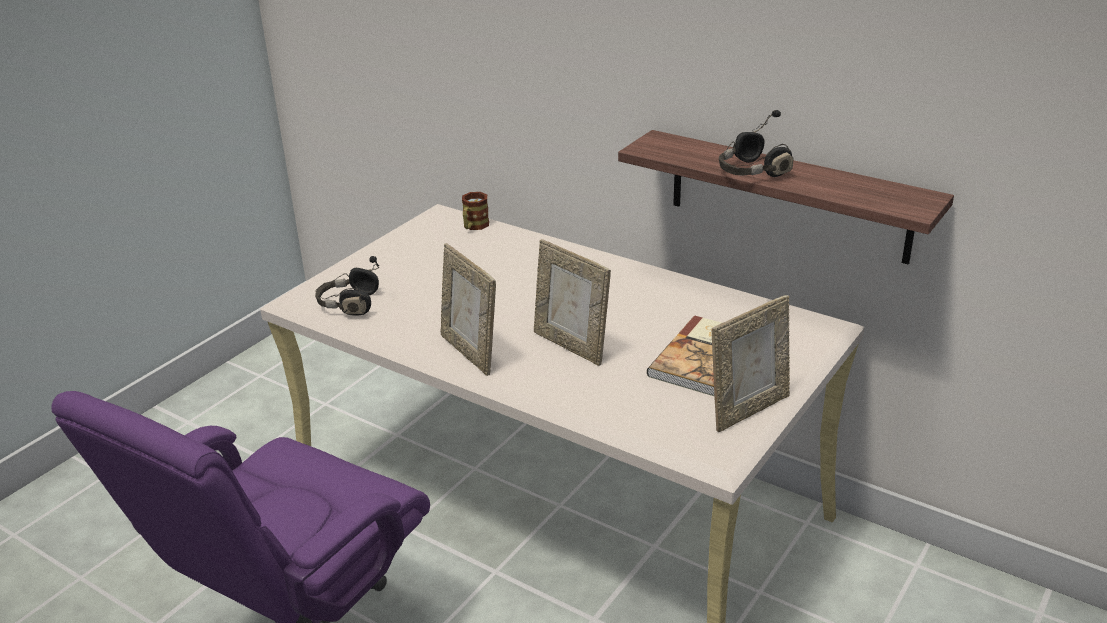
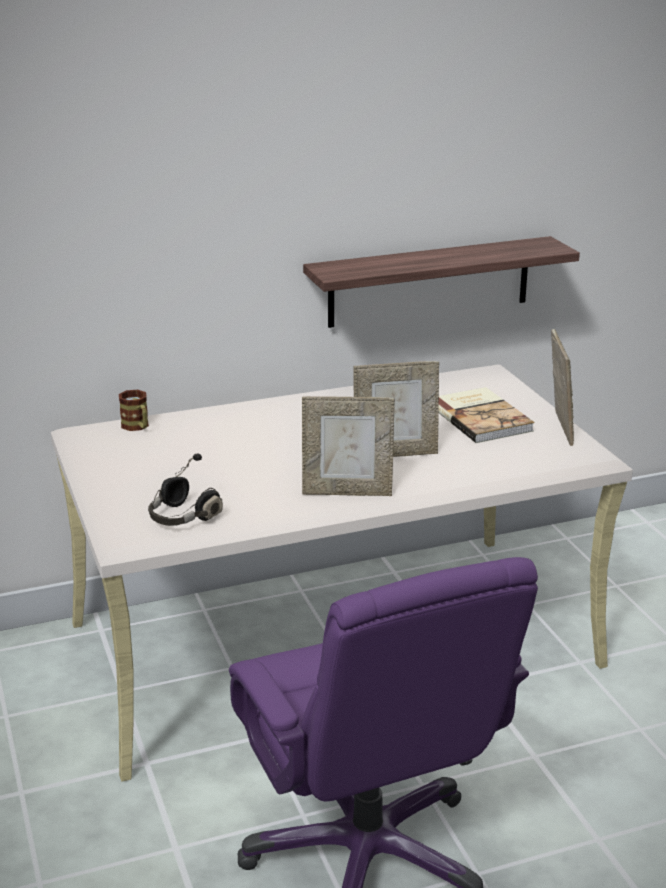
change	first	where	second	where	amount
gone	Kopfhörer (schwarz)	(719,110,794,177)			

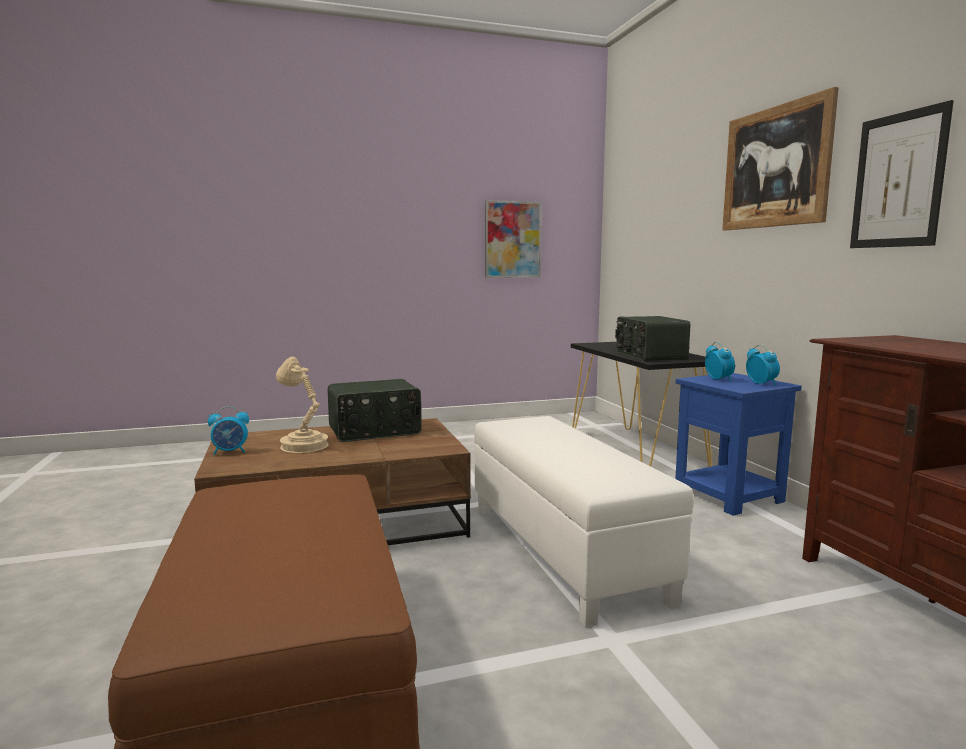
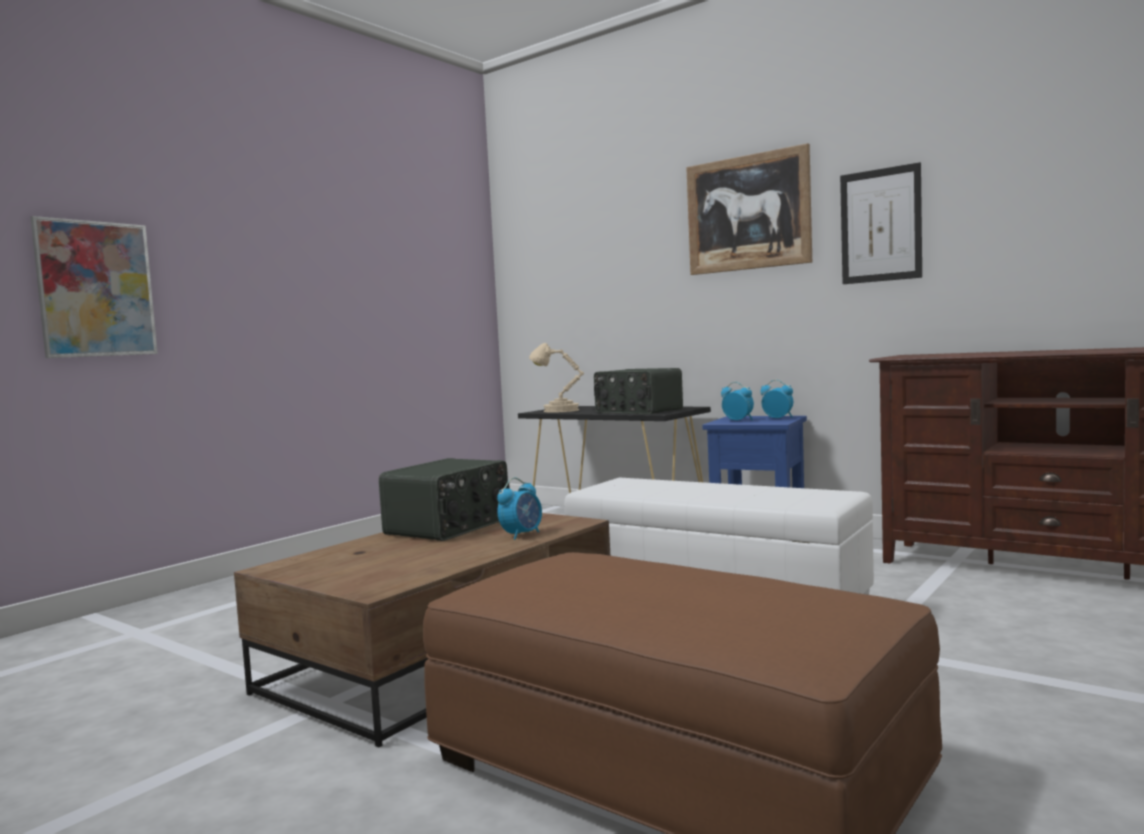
change	first	where	second	where	amount
shifted	Wecker	(208,406,249,455)		(497,477,542,540)	
shifted	Tischlampe (beige)	(276,357,328,453)		(529,343,584,413)	
shifted	Bild	(485,200,541,278)		(31,216,158,358)	

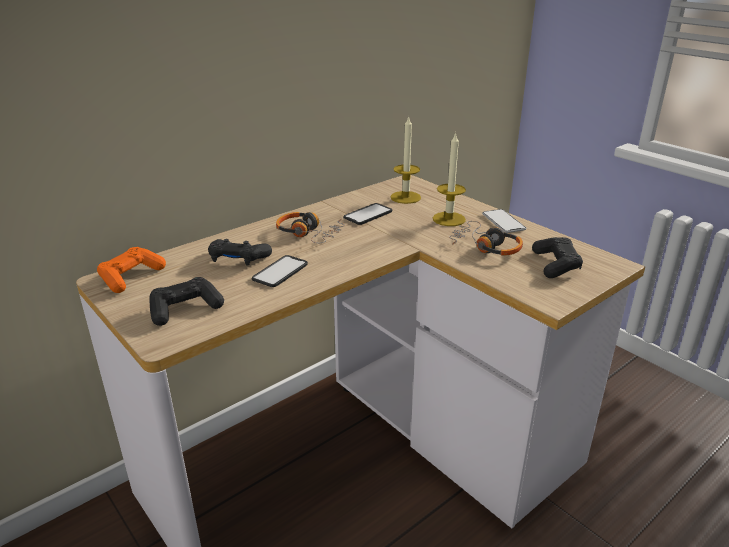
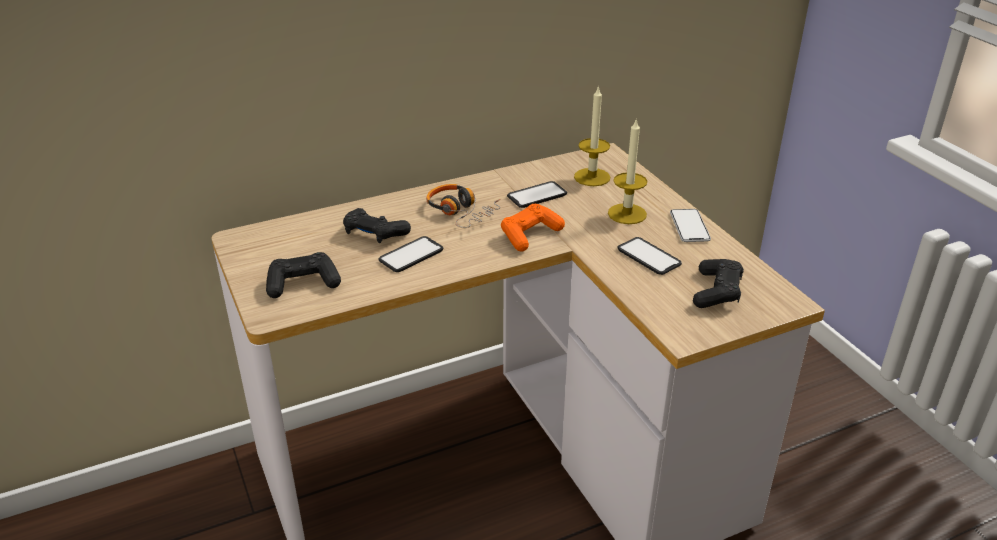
change	first	where	second	where	amount
shifted	Gamepad (orange)	(97,247,166,293)		(501,204,565,251)	
swapped	Kopfhörer	(449,221,523,255)	Handy	(617,237,682,275)	

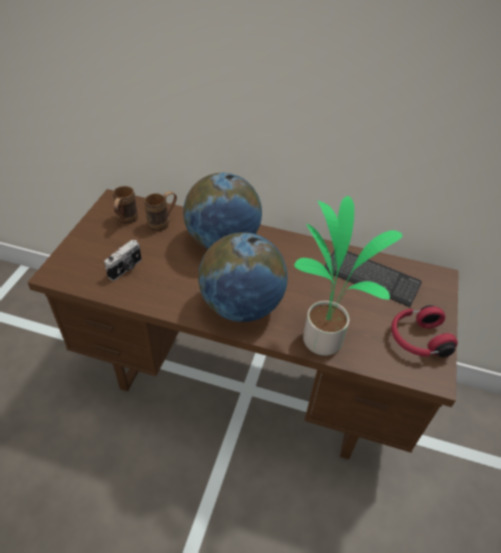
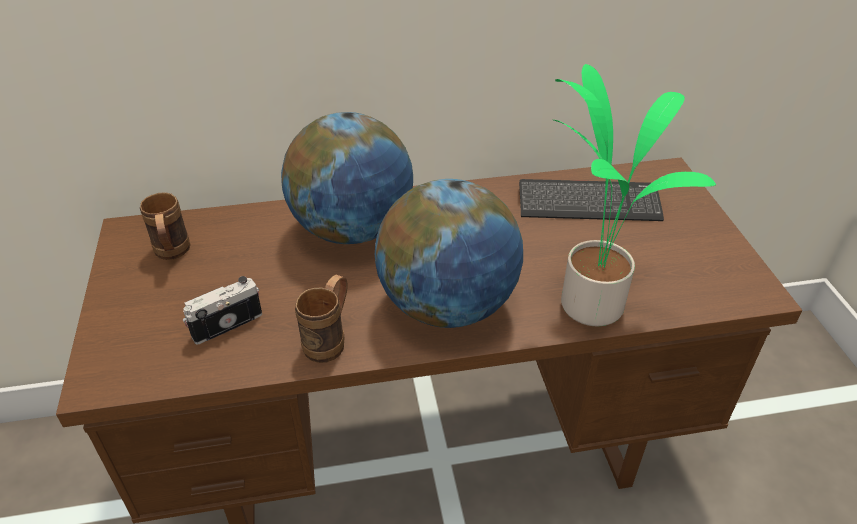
change	first	where	second	where	amount
gone	Kopfhörer (rot)	(391,305,458,357)			
shifted	Henkelbecher (braun)	(144,191,177,231)		(295,275,348,363)	
rotated	Kamera	(104,240,142,281)		(183,276,262,345)	135 degrees counterclockwise

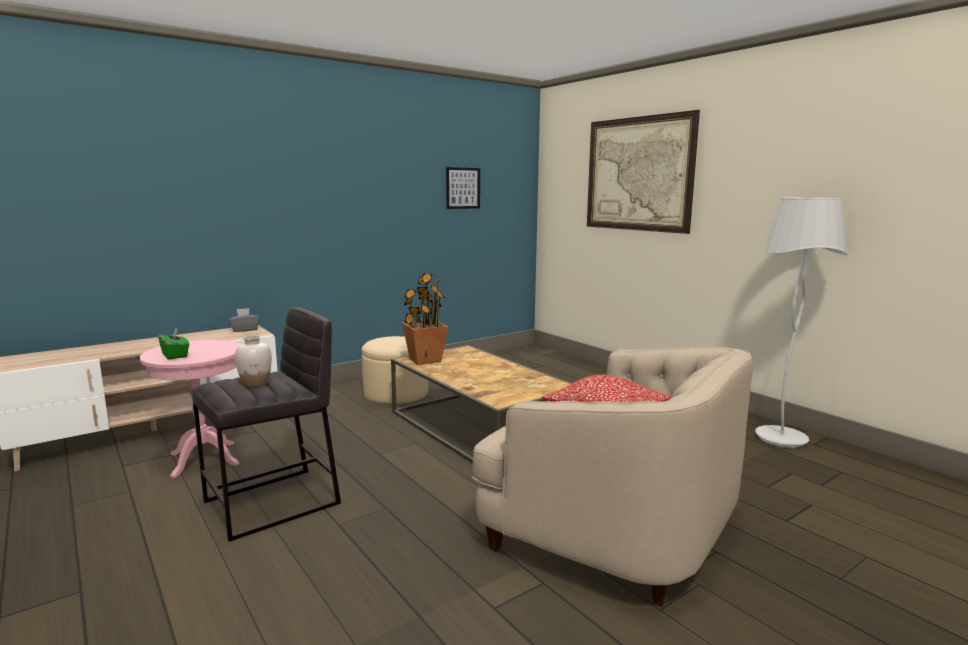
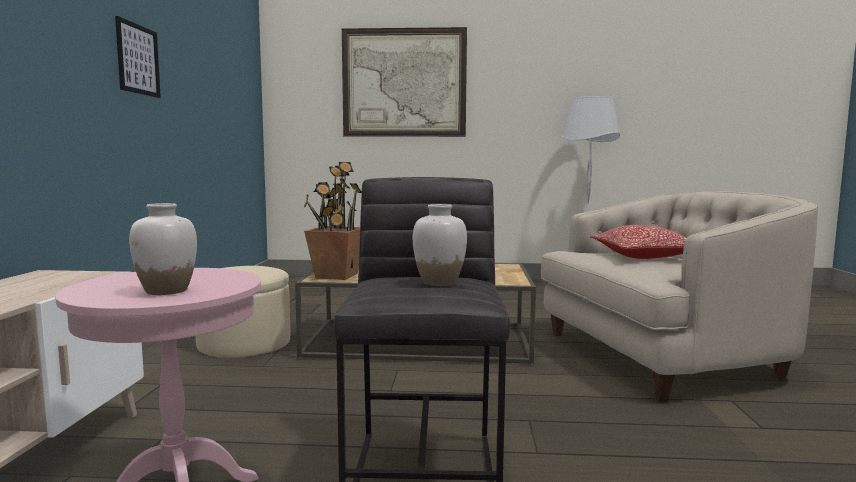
change	first	where	second	where	amount
gone	Taschentuchbox (grau)	(229,308,259,332)			
shifted	Bild	(446,167,480,209)		(115,16,161,98)	
swapped	Taschentuchbox (grün)	(158,327,189,360)	Vase (weiß)	(129,203,197,295)	

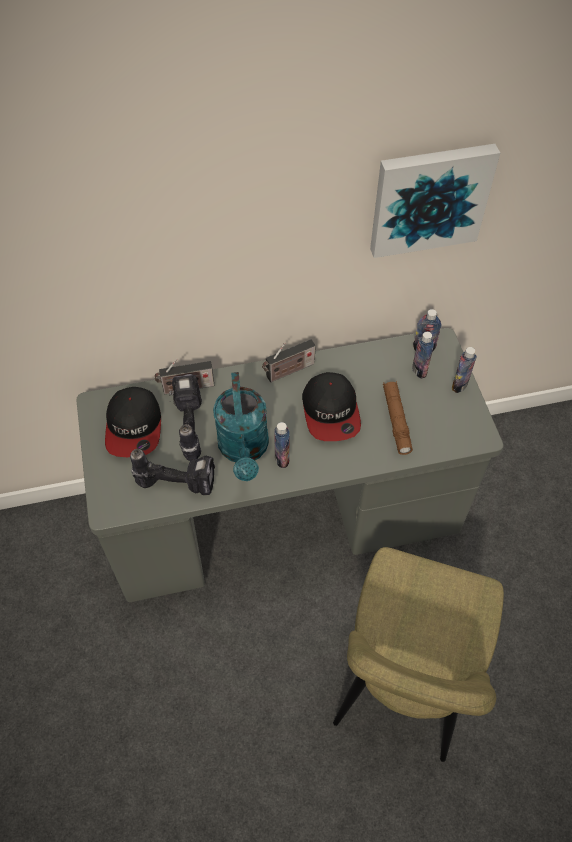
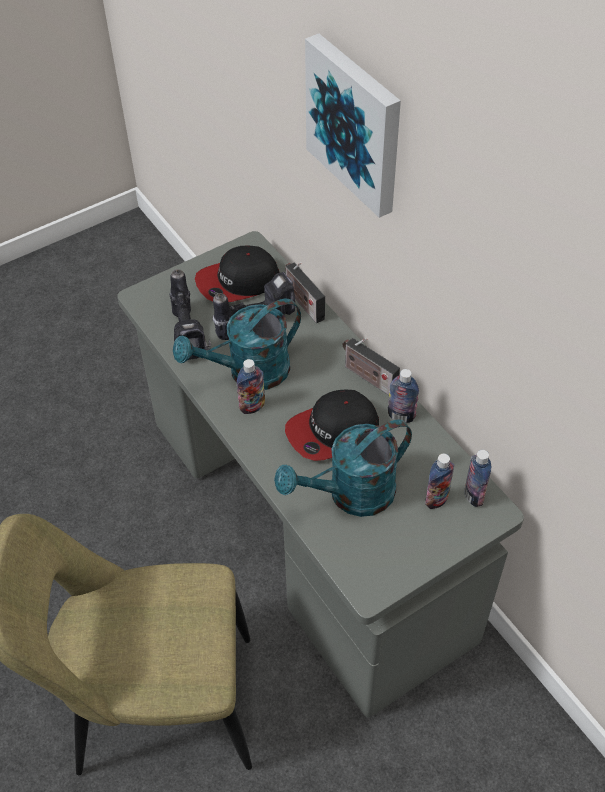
change	first	where	second	where	amount
shifted	Bild	(370,144,500,258)		(305,34,401,218)	
shifted	Flasche	(452,347,477,393)		(388,369,419,423)	
swapped	Taschenlampe (braun)	(383,381,413,455)	Gießkanne (türkis)	(274,420,412,517)	

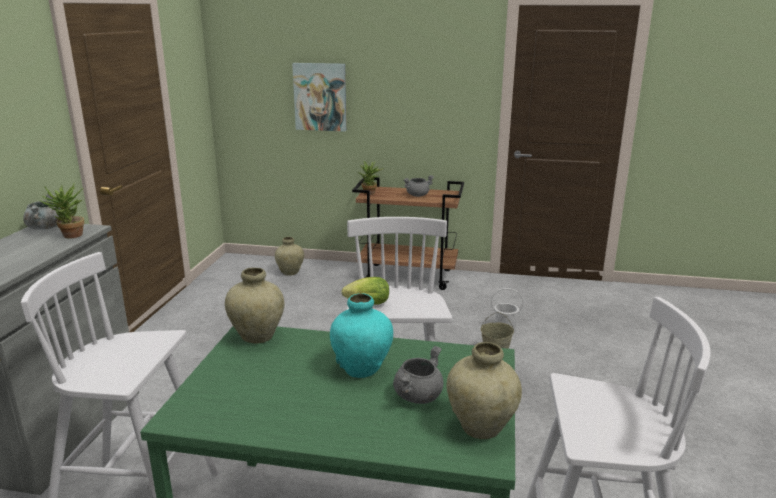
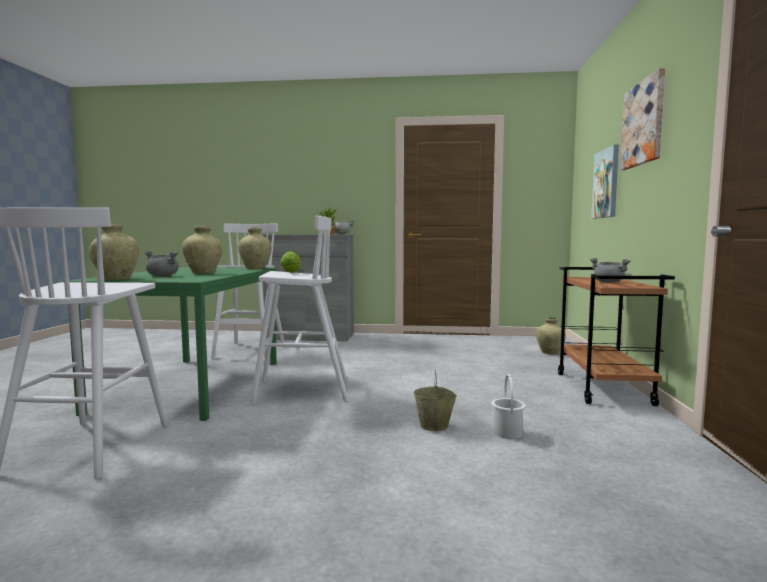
change	first	where	second	where	amount
gone	Topfpflanze	(358,161,384,195)			
new			Bild	(620,68,665,170)	
repainted	Vase (türkis)	(330,293,393,378)	Vase (beige)	(182,226,223,274)	

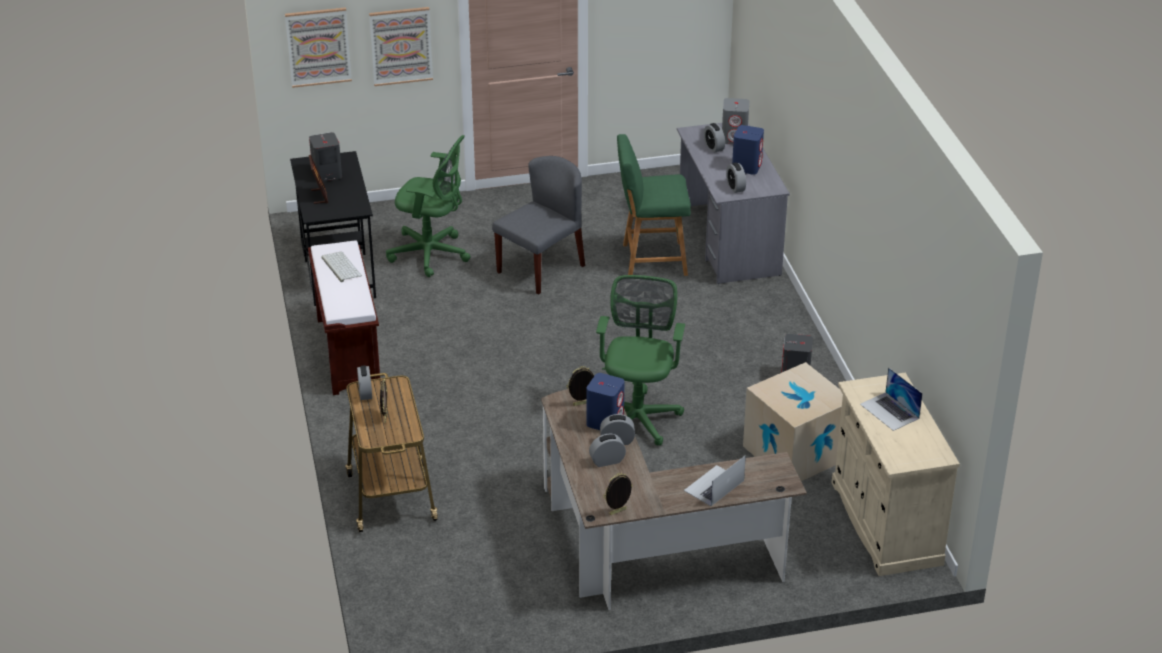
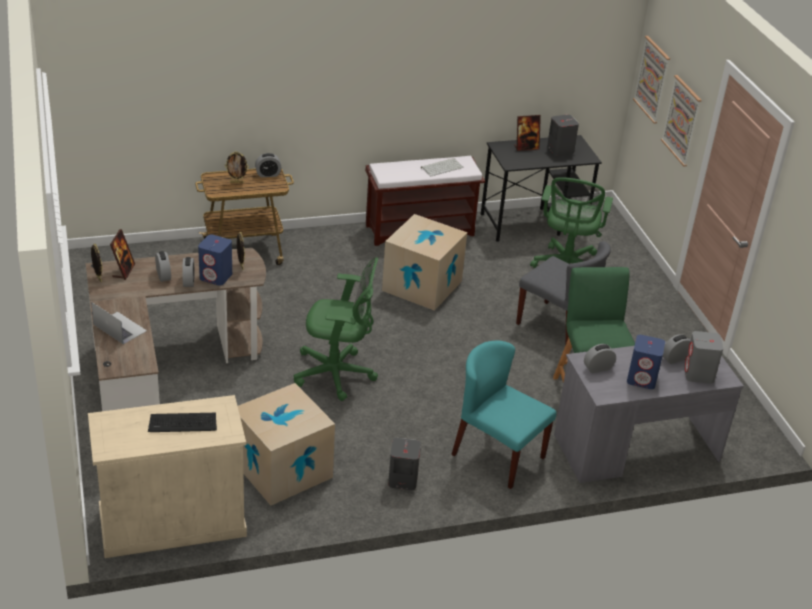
change	first	where	second	where	amount
new			Bilderrahmen	(110,229,135,280)	
new			Karton	(382,214,467,311)	
new			Stuhl (türkis)	(451,340,556,489)	
swapped	Laptop	(860,367,923,431)	Tastatur	(148,413,217,432)	

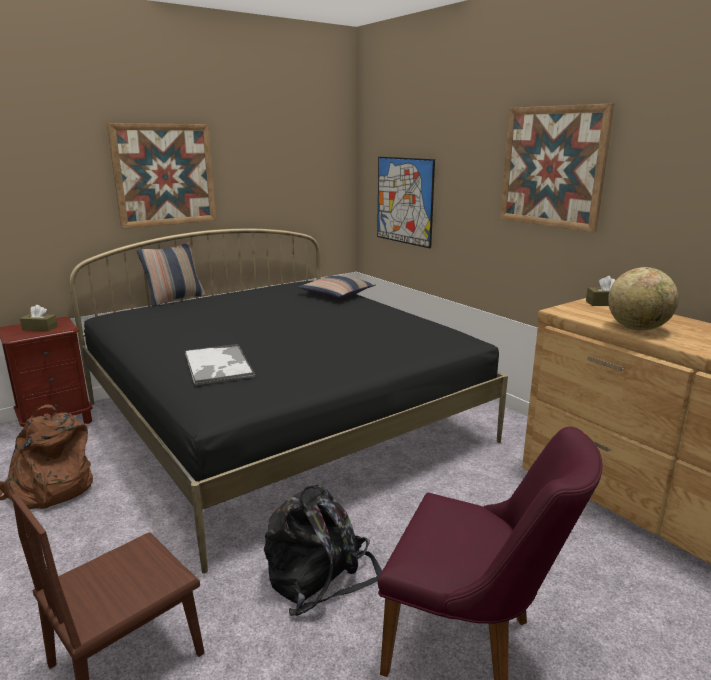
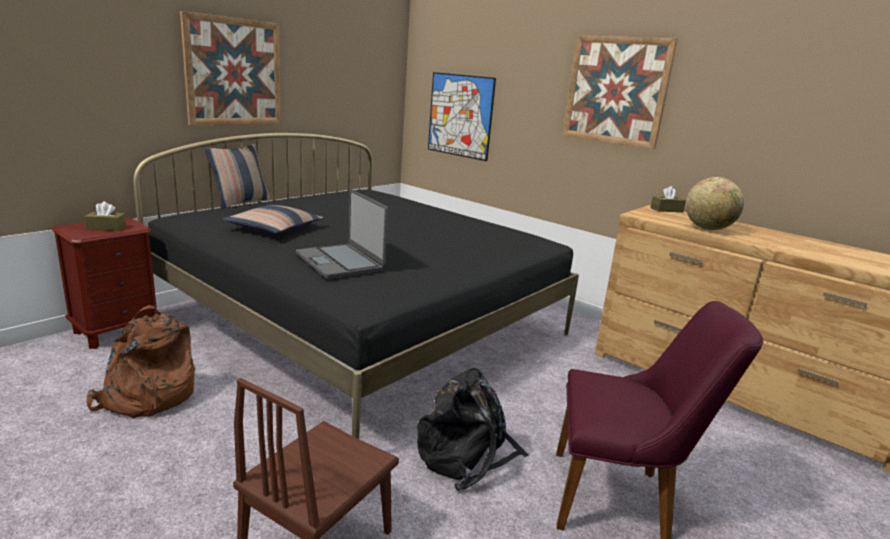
change	first	where	second	where	amount
shifted	Kissen	(298,275,376,298)		(222,205,323,234)	
swapped	Tablett	(184,344,255,385)	Laptop	(296,189,388,279)	

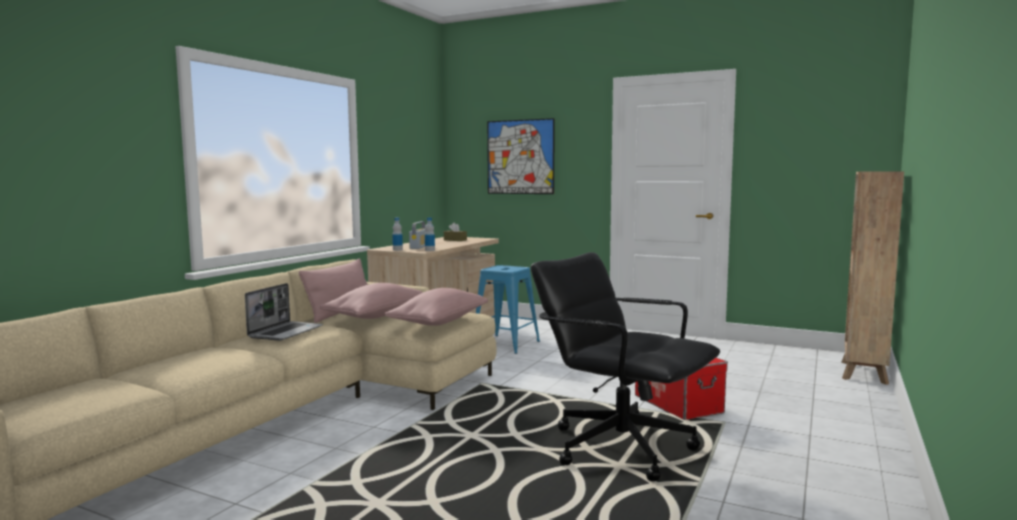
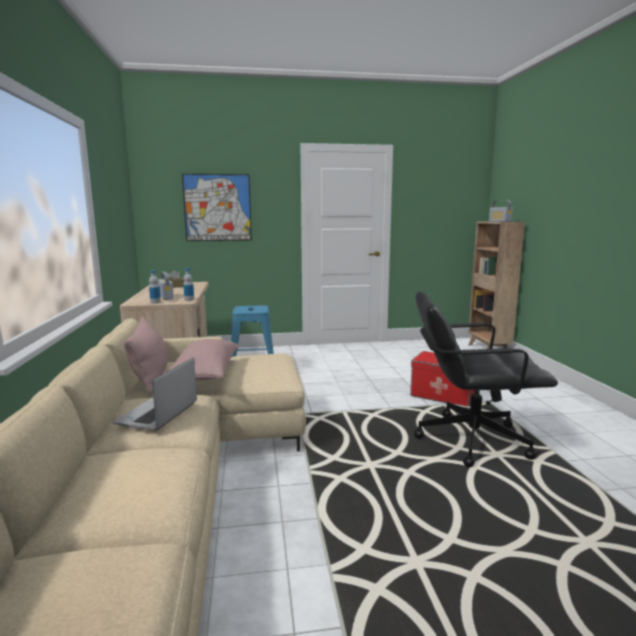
change	first	where	second	where	amount
gone	Kissen (rosa)	(385,288,488,326)			
new			Radio	(489,201,513,222)	
rotated	Laptop	(245,283,323,341)		(113,358,197,431)	150 degrees counterclockwise

